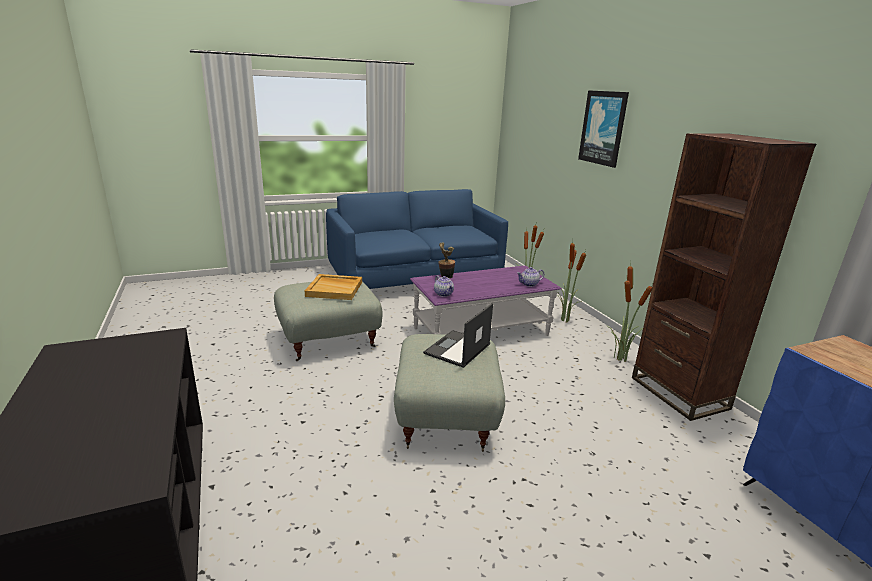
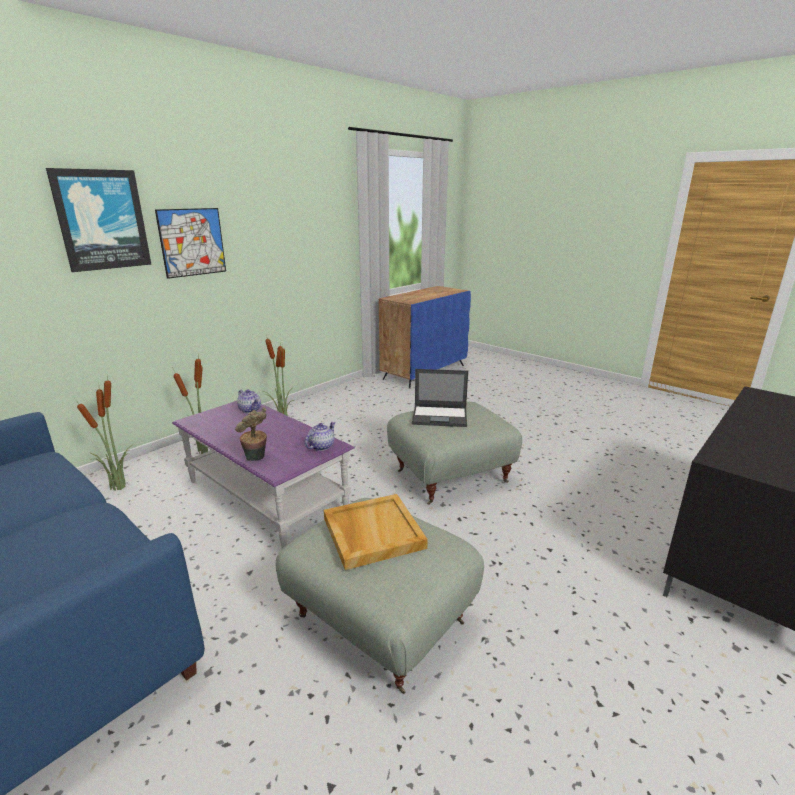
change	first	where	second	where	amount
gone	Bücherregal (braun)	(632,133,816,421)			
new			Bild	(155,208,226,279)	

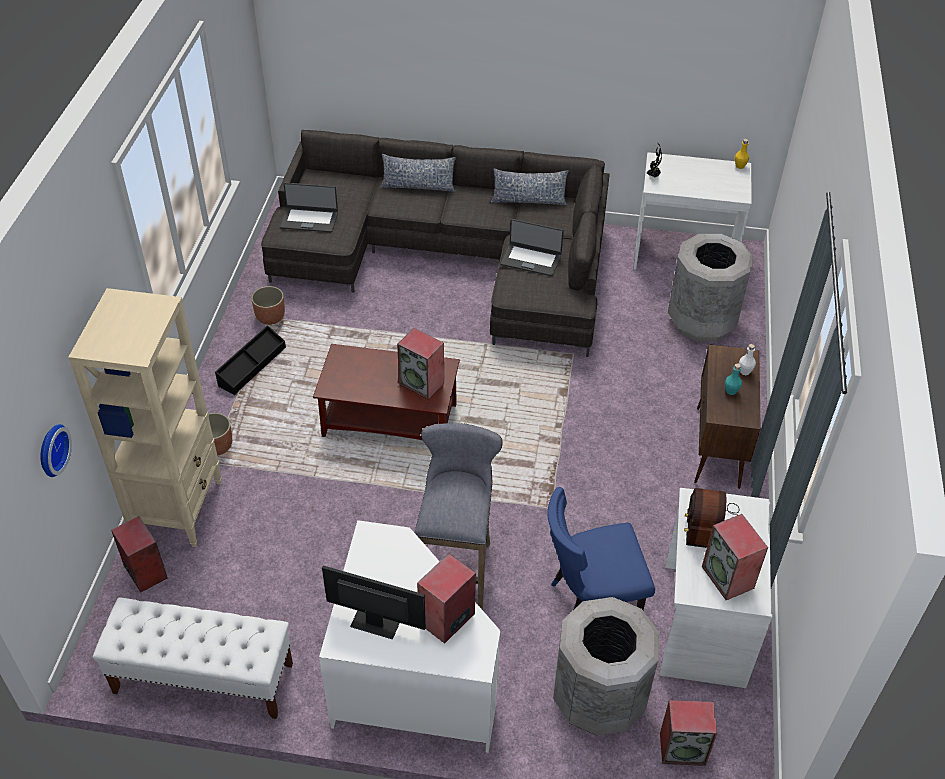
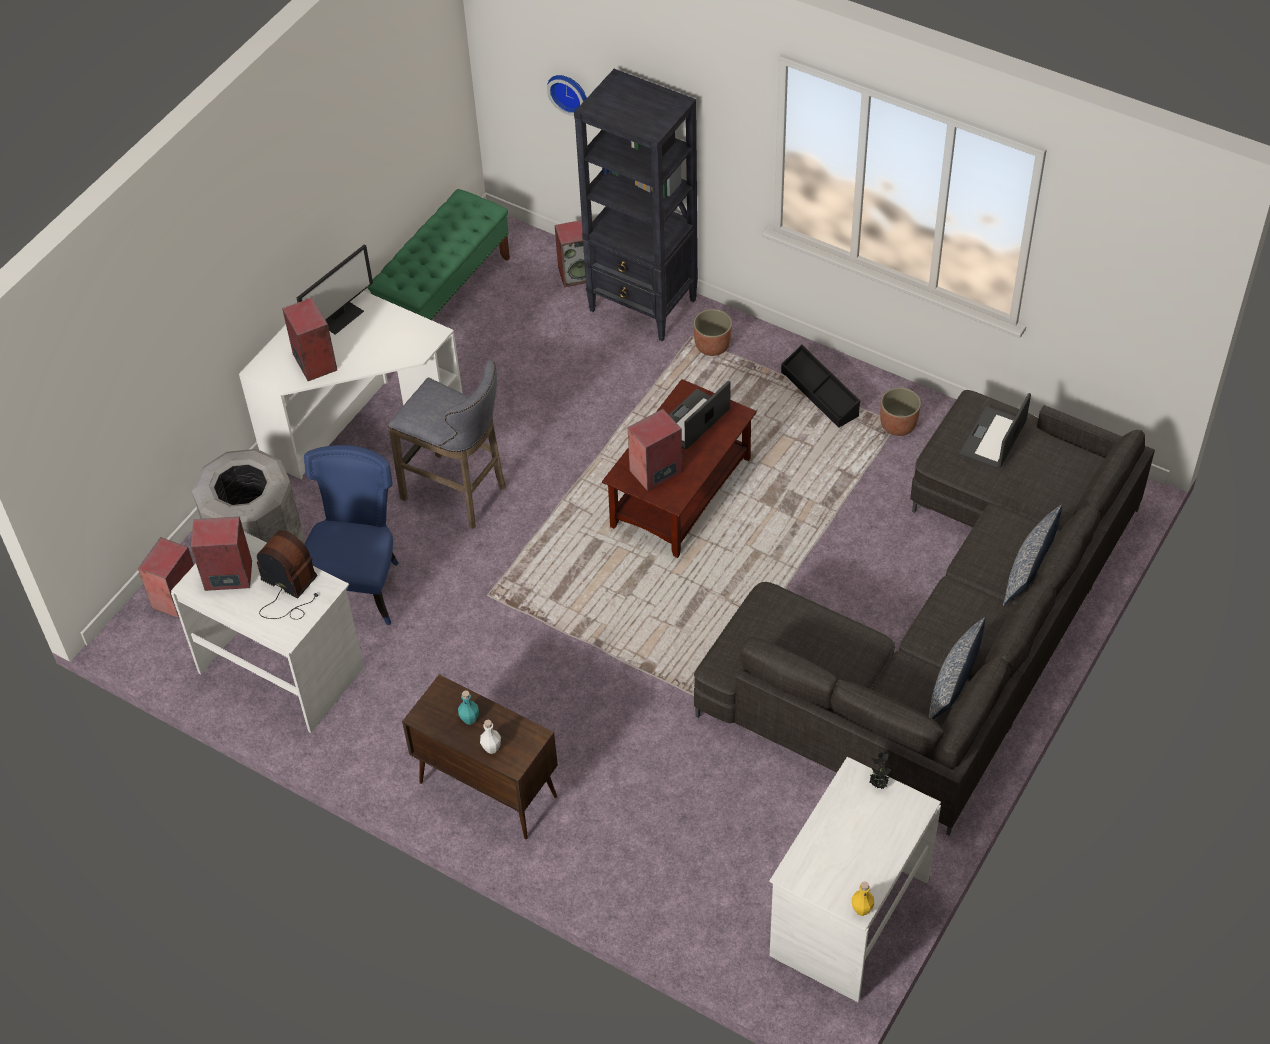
change	first	where	second	where	amount
gone	Mülleimer (grau)	(668,234,754,342)			
shifted	Laptop	(501,219,564,276)		(669,380,731,449)	
repainted	Bücherregal (beige)	(68,288,222,547)	Bücherregal (schwarz)	(574,69,698,342)	
repainted	Bank (weiß)	(93,597,293,719)	Bank (grün)	(368,189,510,320)	

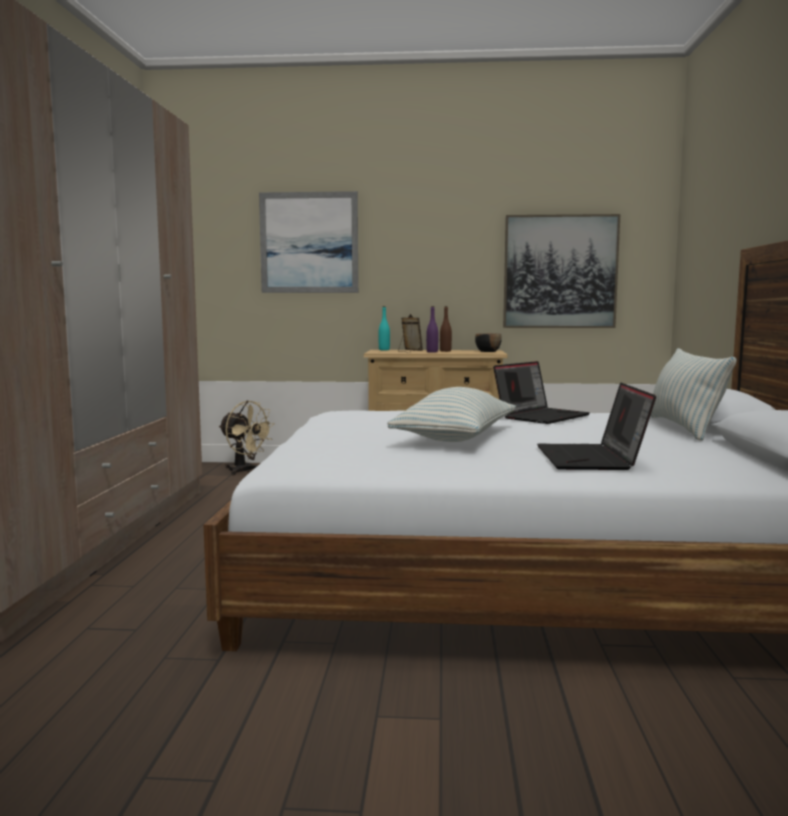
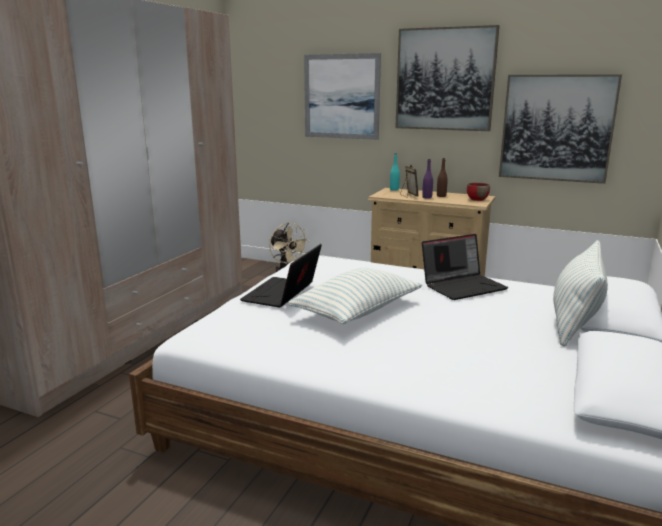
change	first	where	second	where	amount
new			Bild	(395,25,499,131)	
shifted	Laptop	(537,383,656,470)		(240,244,322,307)	
repainted	Schüssel (schwarz)	(475,333,502,352)	Schüssel (rot)	(467,182,490,201)	

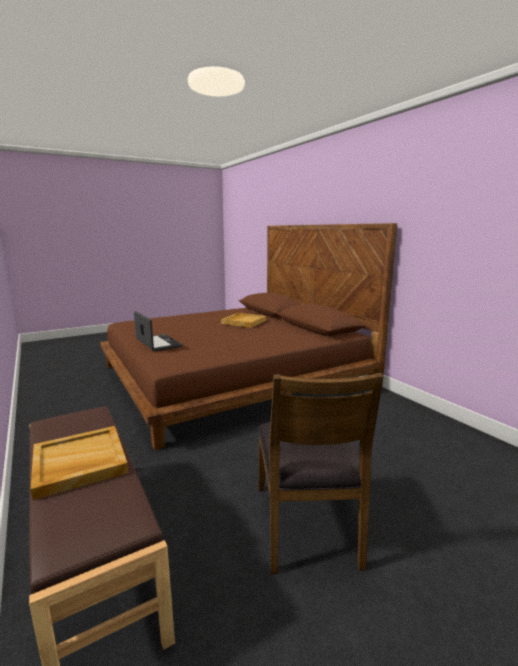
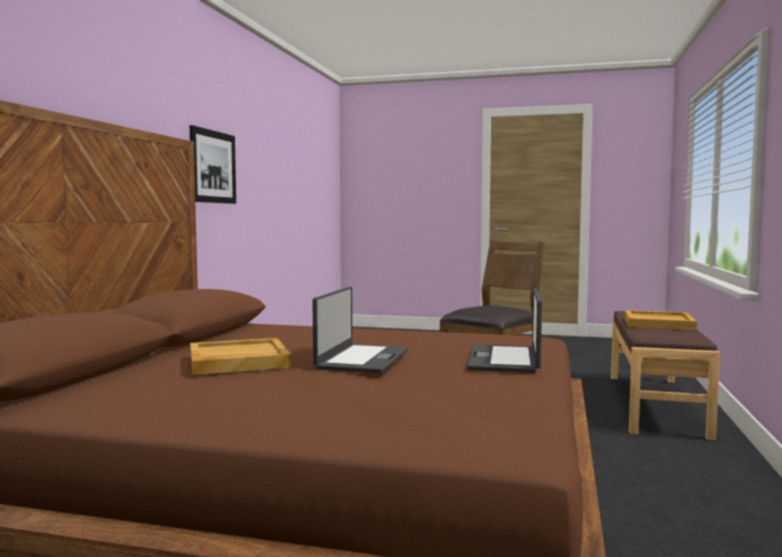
change	first	where	second	where	amount
new			Bild	(190,125,236,204)	
new			Laptop	(312,287,408,374)	

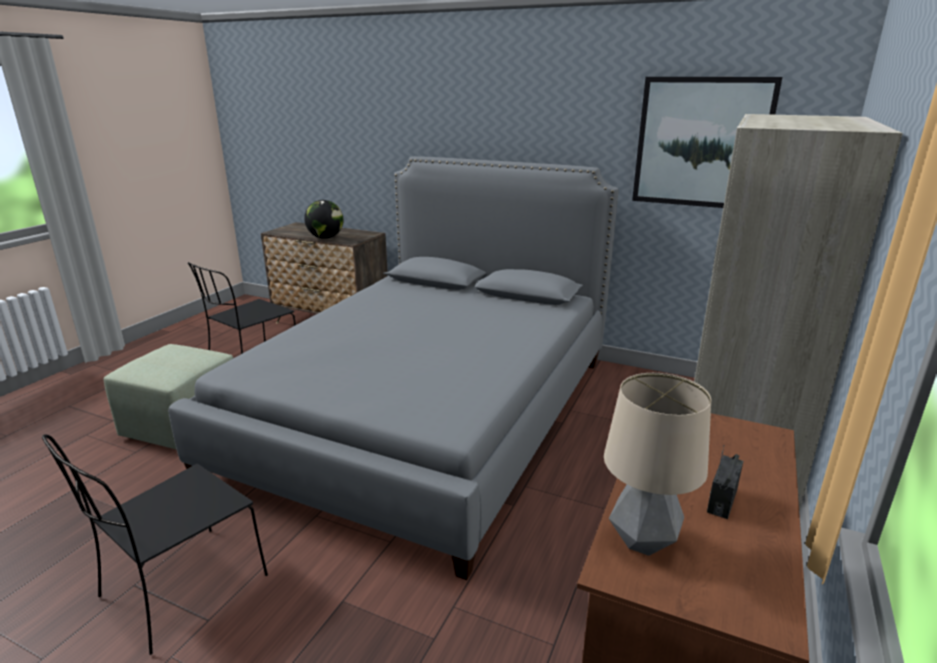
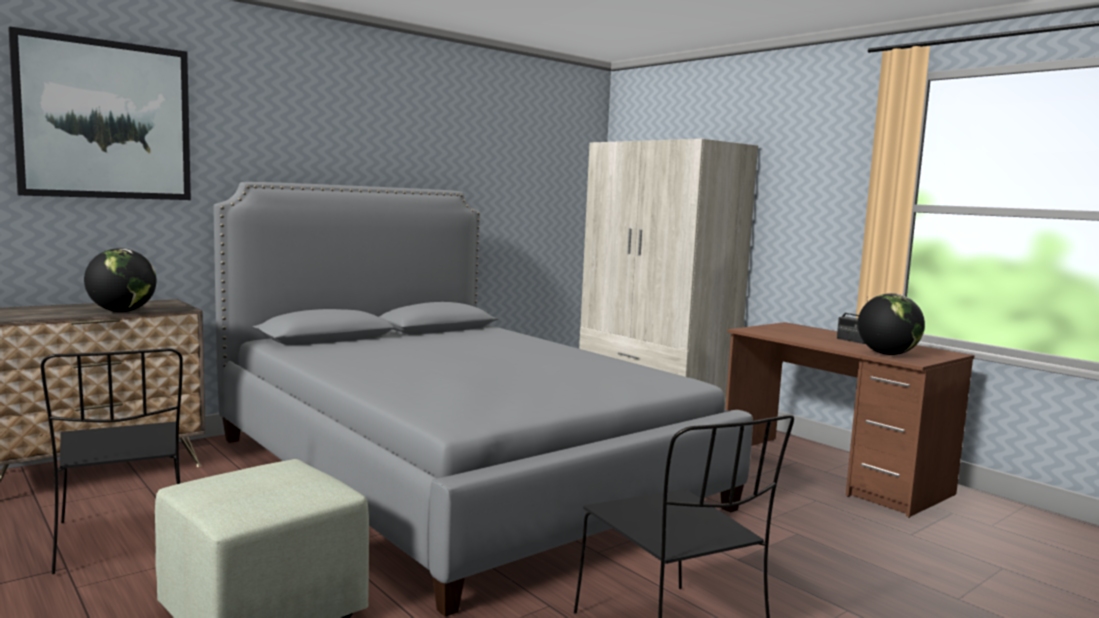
change	first	where	second	where	amount
shifted	Bild	(632,77,782,208)		(8,26,191,200)	
swapped	Tischlampe	(604,373,711,556)	Globus	(858,293,925,355)	

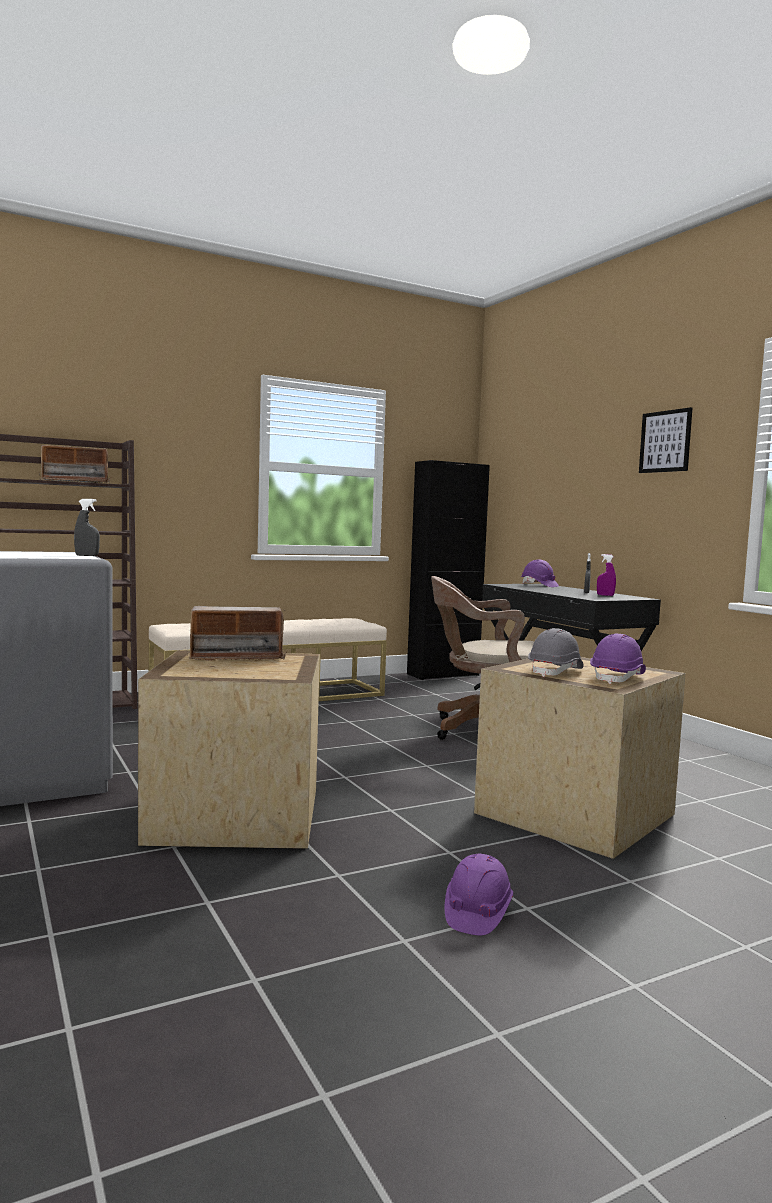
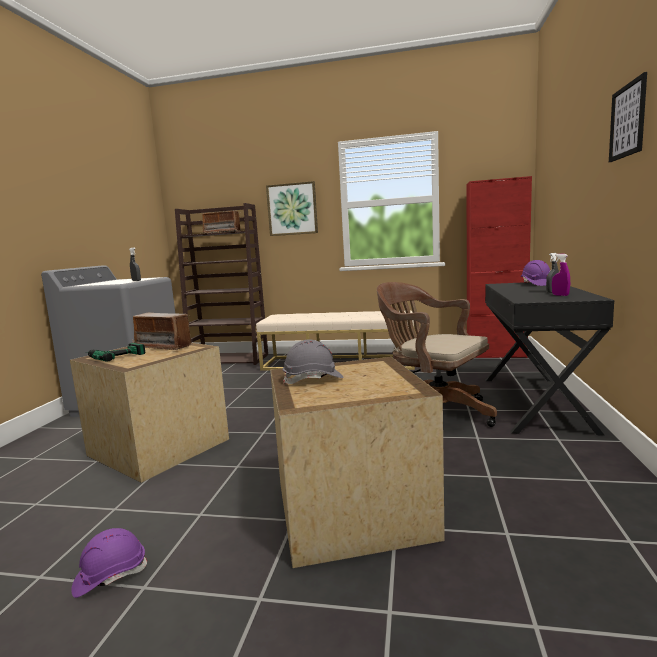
change	first	where	second	where	amount
gone	Schutzhelm (lila)	(590,634,646,684)			
new			Bohrmaschine	(87,343,146,361)	
new			Bild	(266,181,318,236)	
repainted	Schrank (schwarz)	(407,460,490,680)	Schrank (rot)	(467,176,532,358)	

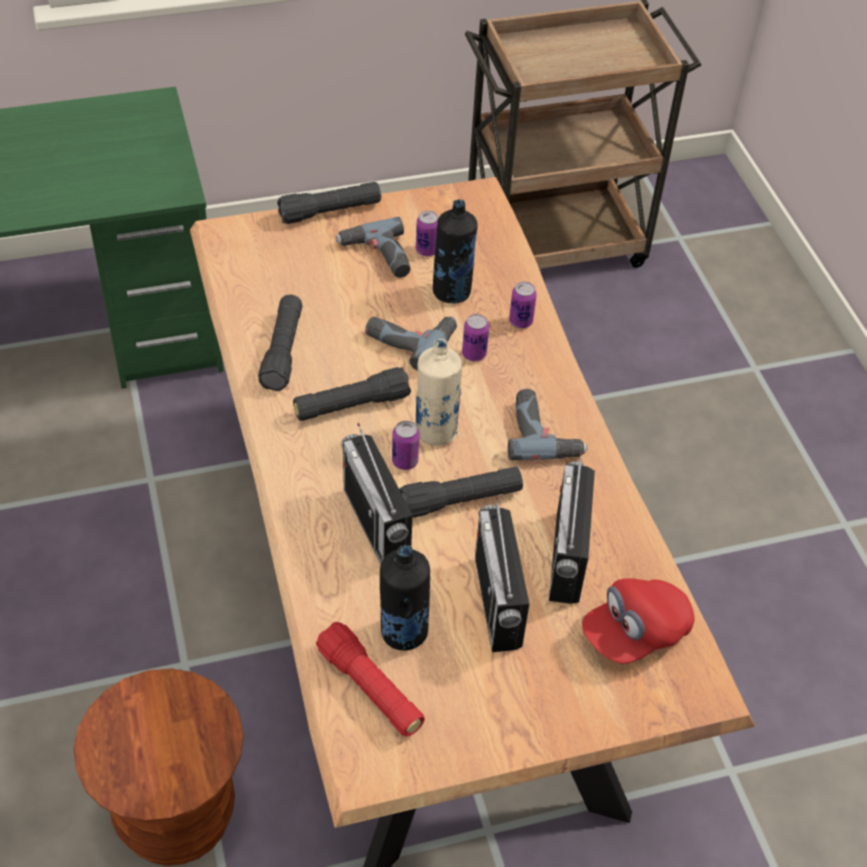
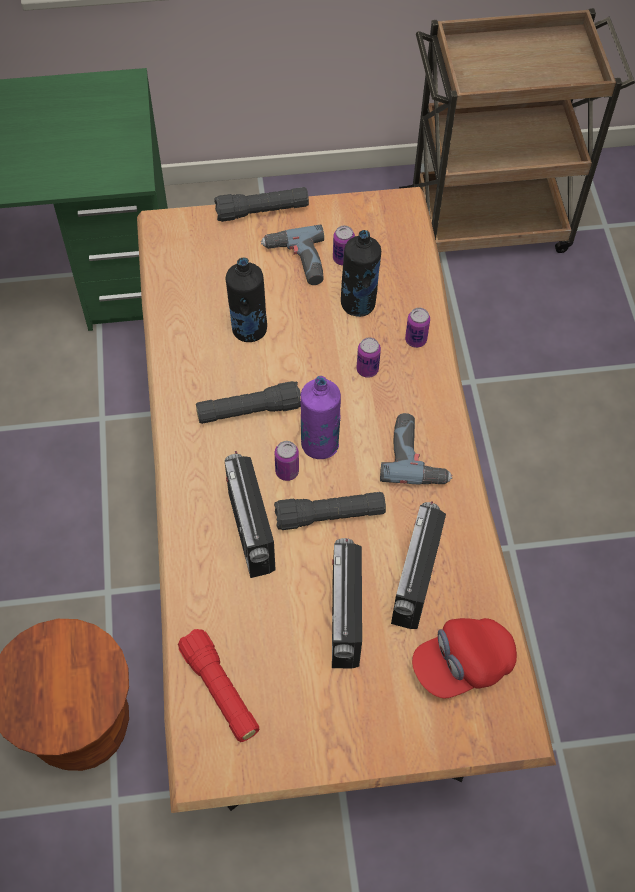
change	first	where	second	where	amount
gone	Taschenlampe (schwarz)	(258,295,303,391)			
gone	Bohrmaschine	(365,317,457,370)			
shifted	Flasche (schwarz)	(380,545,430,650)		(226,258,267,342)	
repainted	Flasche (beige)	(416,338,462,445)	Flasche (lila)	(301,376,341,459)	

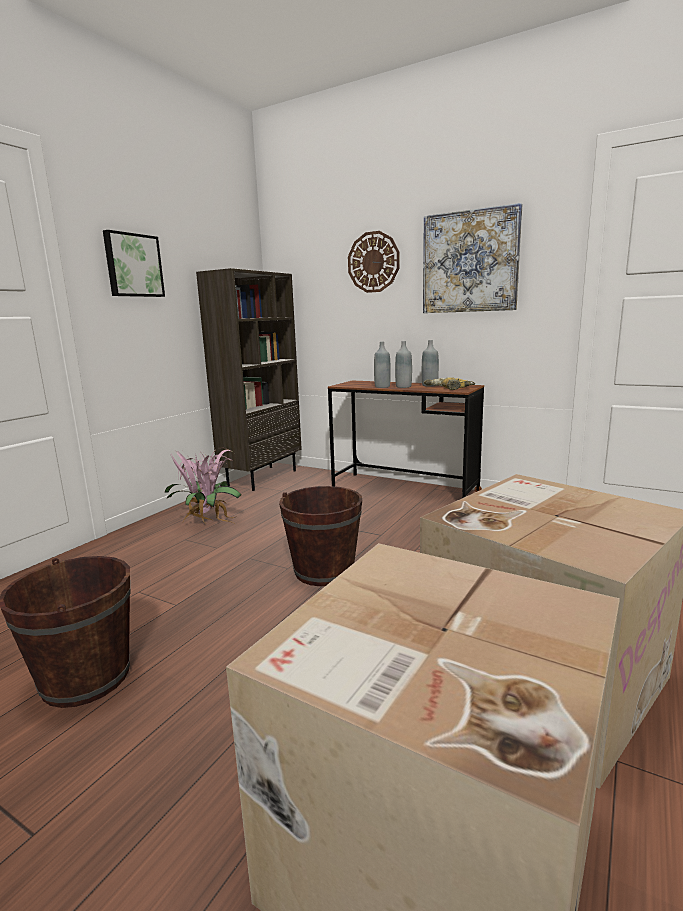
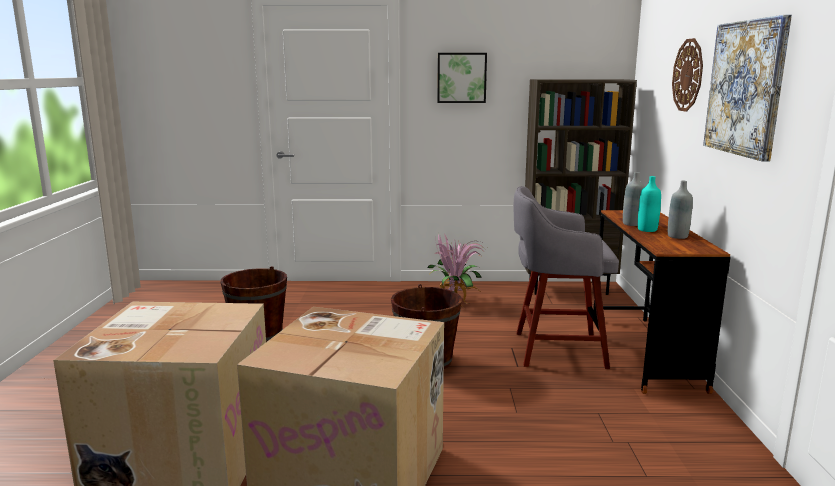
change	first	where	second	where	amount
gone	Bohrmaschine	(424,377,475,390)			
new			Hocker (grau)	(514,186,619,369)	
repainted	Flasche (grau)	(395,341,412,388)	Flasche (türkis)	(638,176,661,232)	

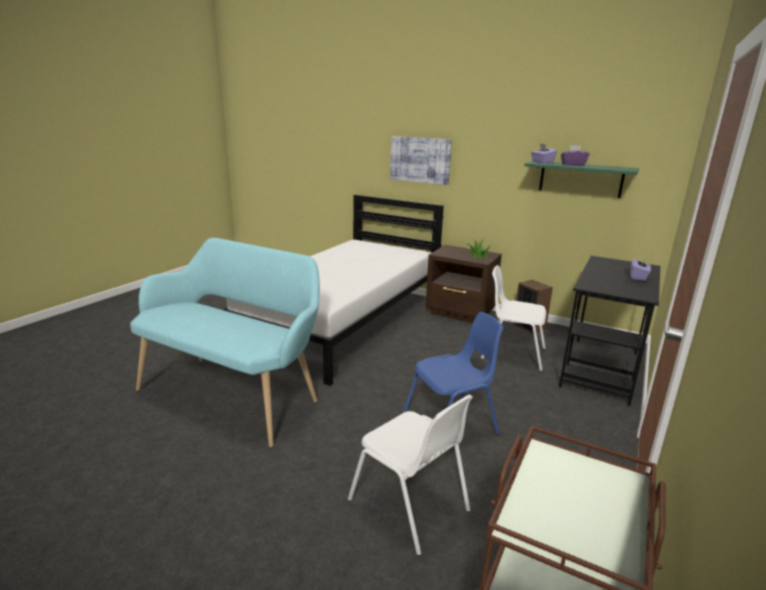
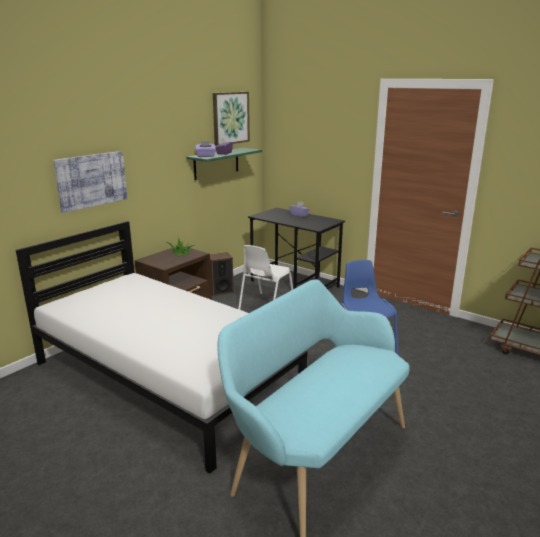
change	first	where	second	where	amount
gone	Stuhl (weiß)	(348,395,473,556)			
new			Bild	(213,92,250,146)	

